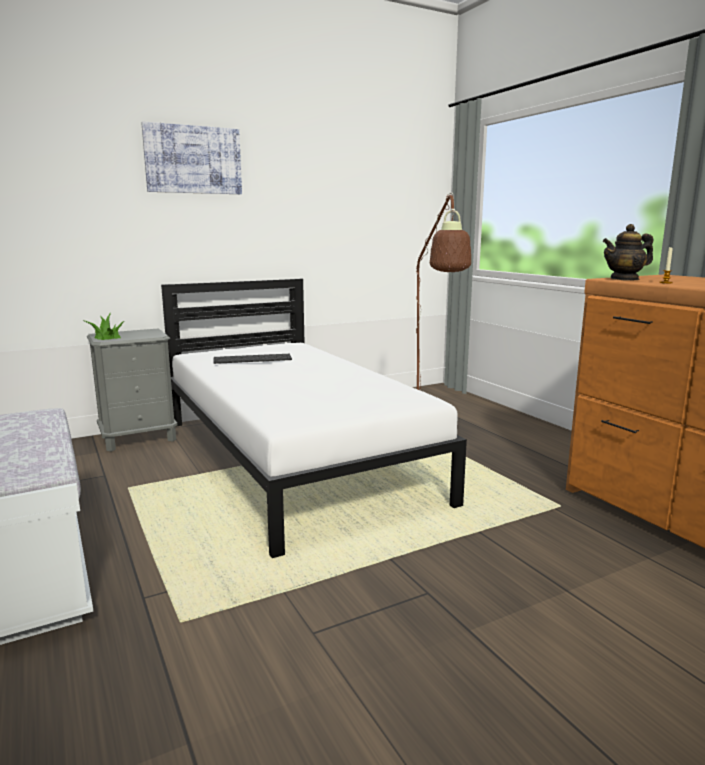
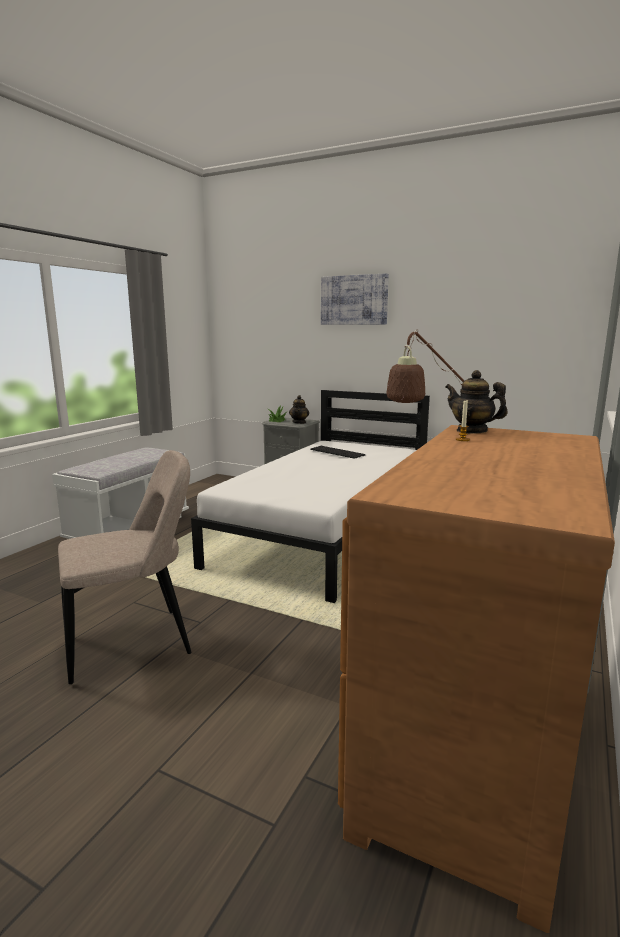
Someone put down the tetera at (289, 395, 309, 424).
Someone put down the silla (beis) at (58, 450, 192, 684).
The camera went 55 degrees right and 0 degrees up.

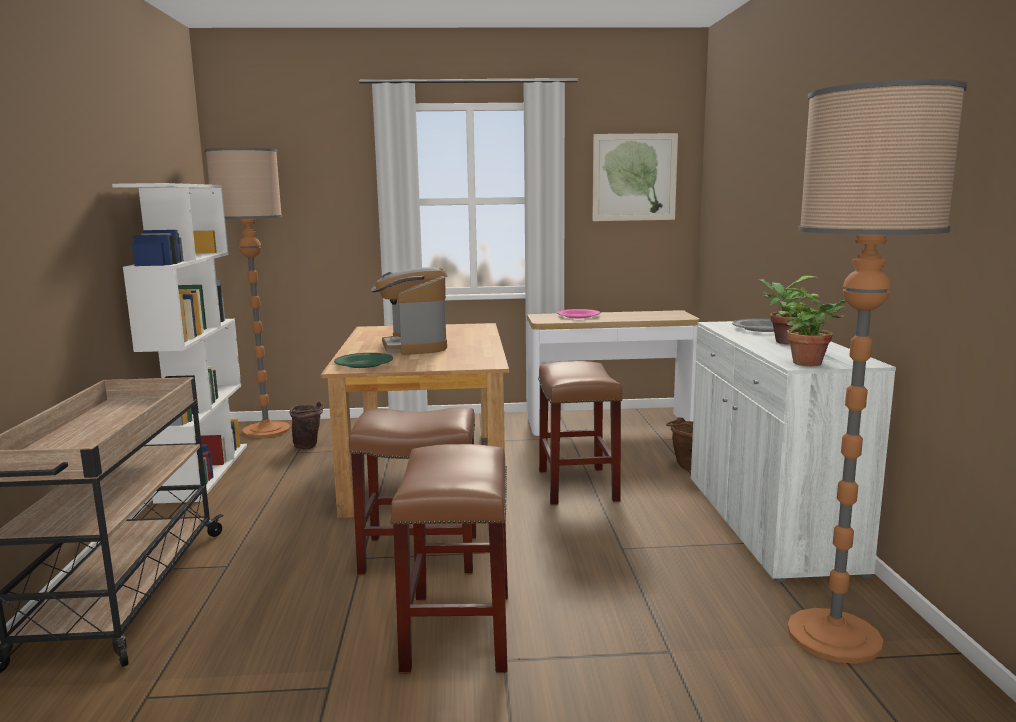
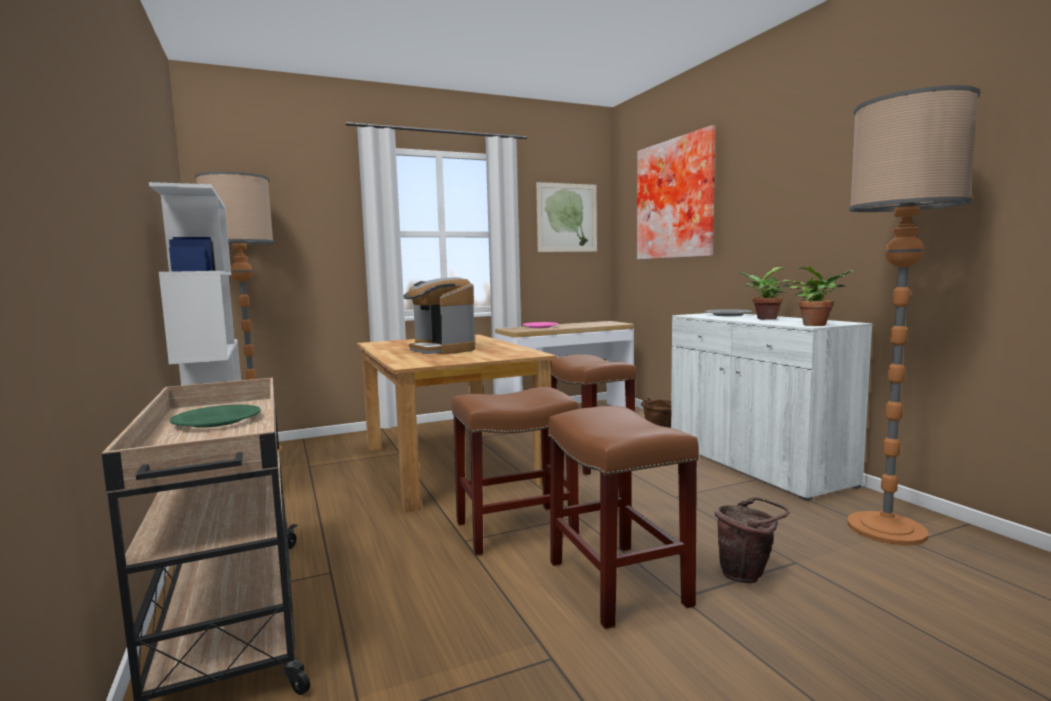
Someone carried the plato (verde) from (334, 353, 393, 368) to (170, 405, 261, 428).
Someone carried the cubo (marrón) from (289, 401, 324, 449) to (714, 497, 790, 583).
Someone put up the cuadro at (637, 125, 716, 260).
The camera went 20 degrees left and 5 degrees down.

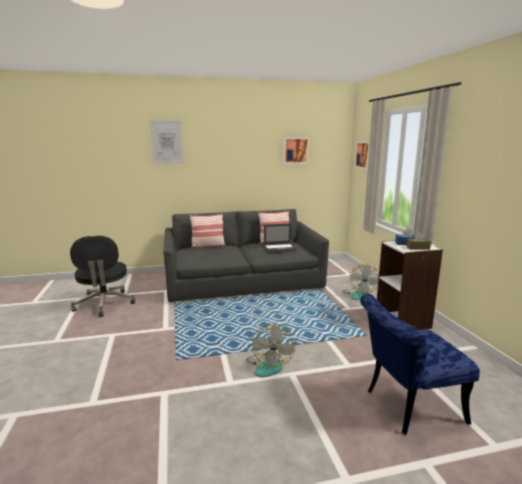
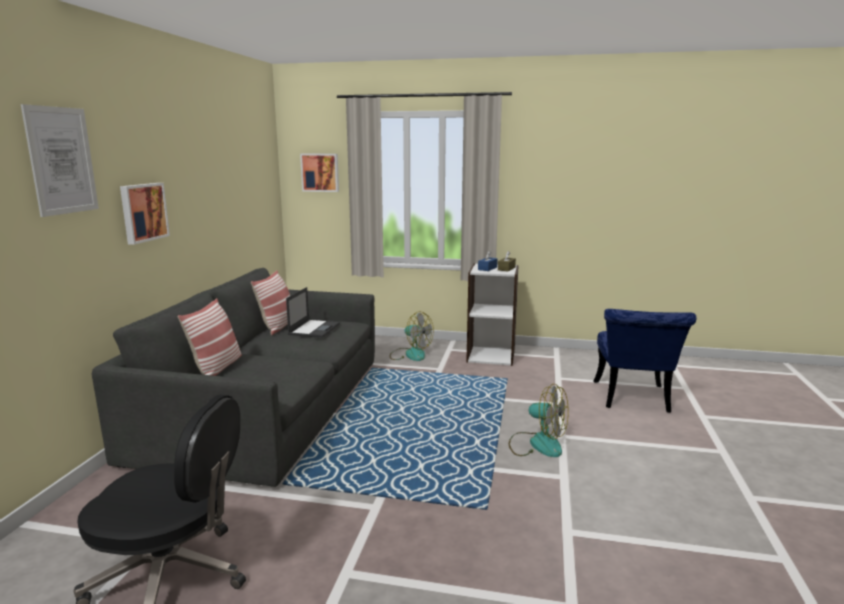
Someone carried the cuadro from (283, 138, 309, 164) to (120, 183, 170, 245).
The camera went 65 degrees left and 0 degrees up.

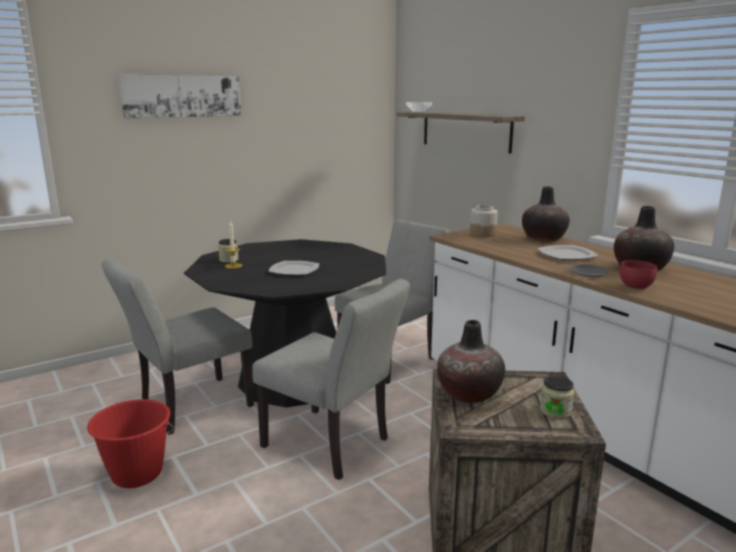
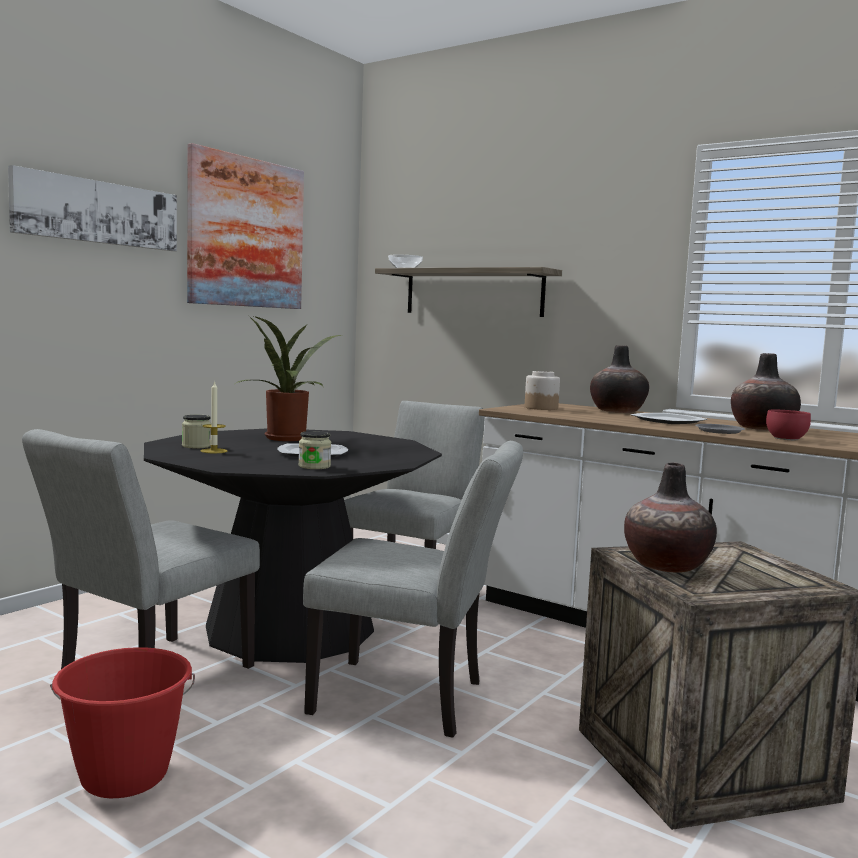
Someone carried the tarro from (540, 376, 574, 419) to (298, 431, 331, 469).
Someone put up the cuadro at (187, 143, 304, 309).
Someone put down the planta en maceta at (236, 316, 341, 441).
The camera went 20 degrees left and 10 degrees down.

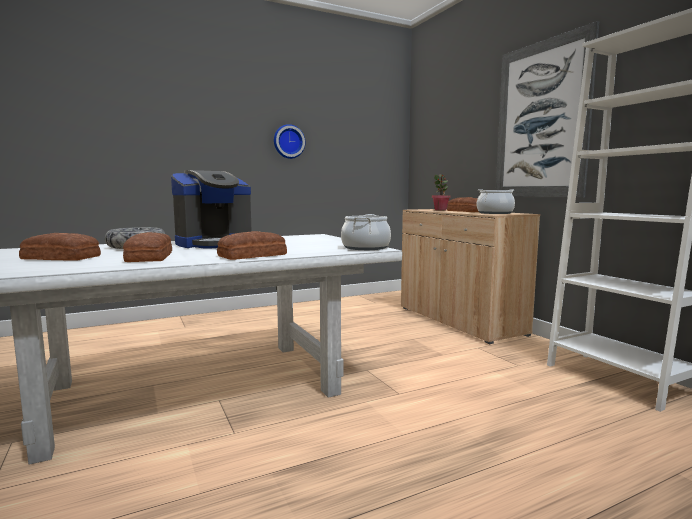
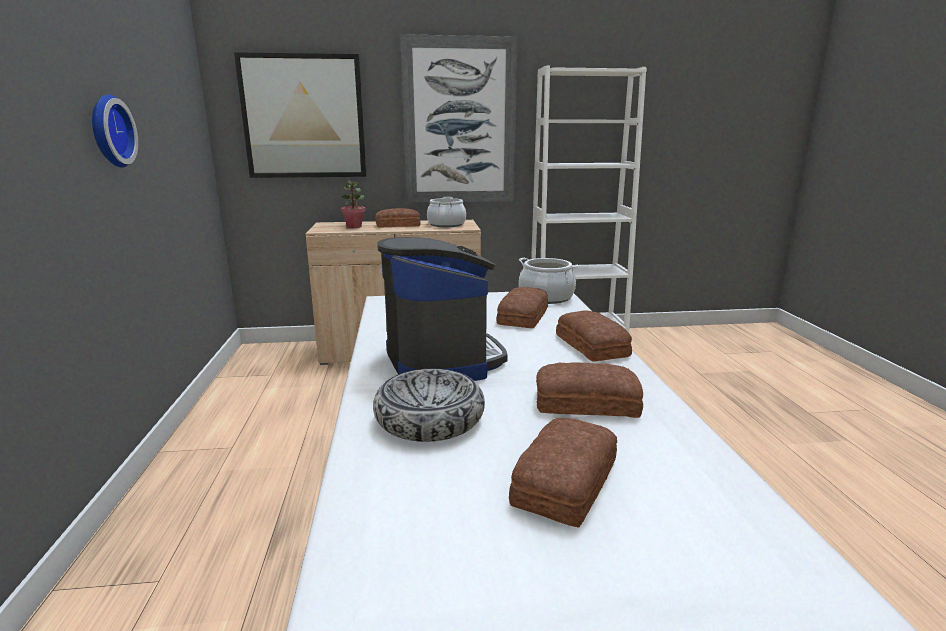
Someone put up the cuadro at (234, 52, 366, 178).
Someone put down the pan at (496, 287, 548, 328).
The camera went 70 degrees left and 10 degrees up.

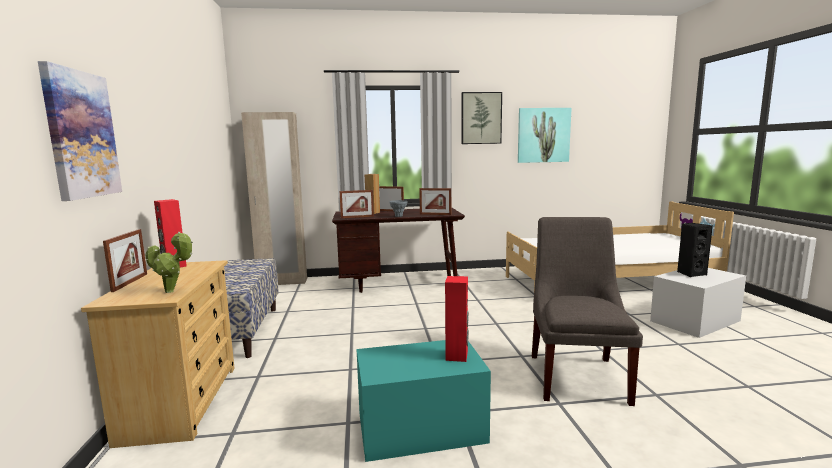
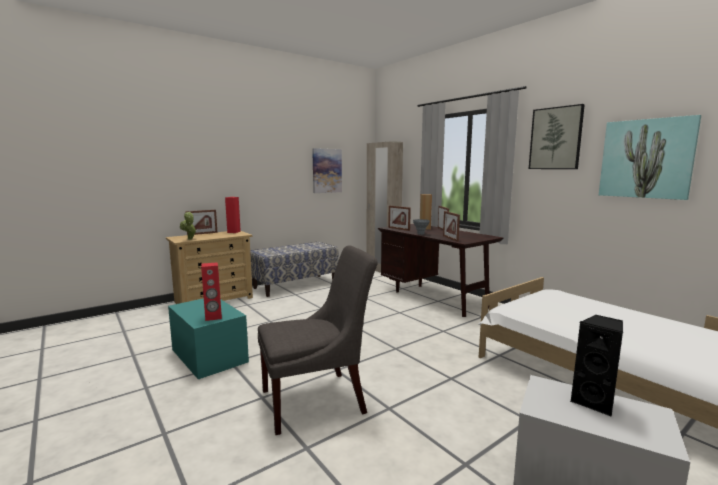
Someone carried the cuadro from (38, 61, 122, 201) to (312, 148, 342, 193).
The camera went 60 degrees right and 0 degrees up.

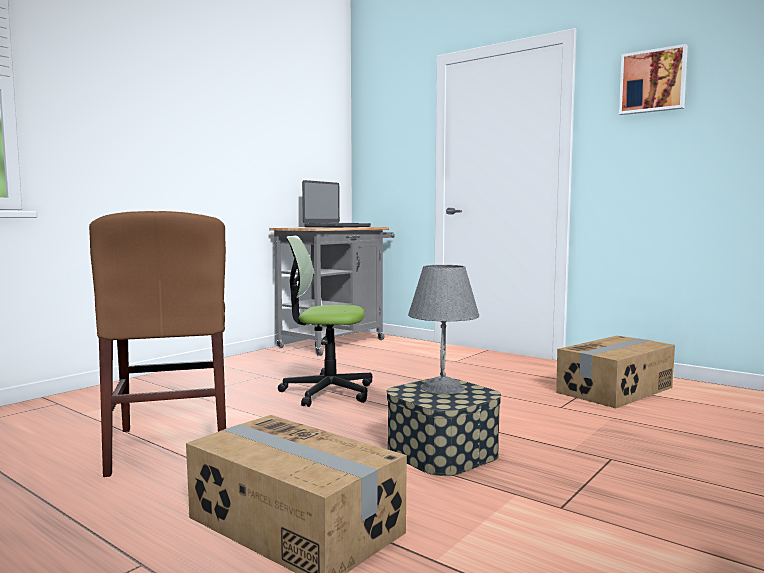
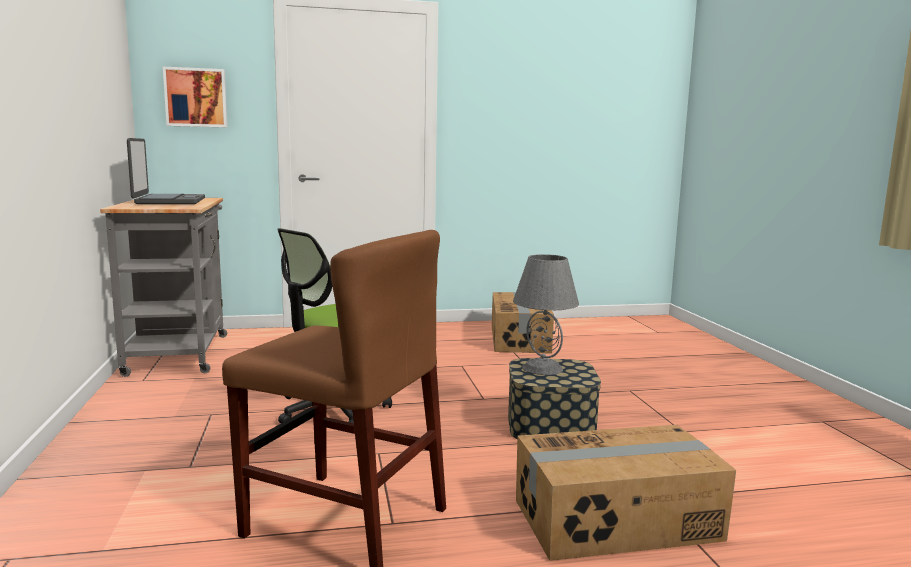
Someone carried the cuadro from (619, 44, 688, 115) to (163, 67, 228, 128).
The camera went 50 degrees left and 5 degrees up.

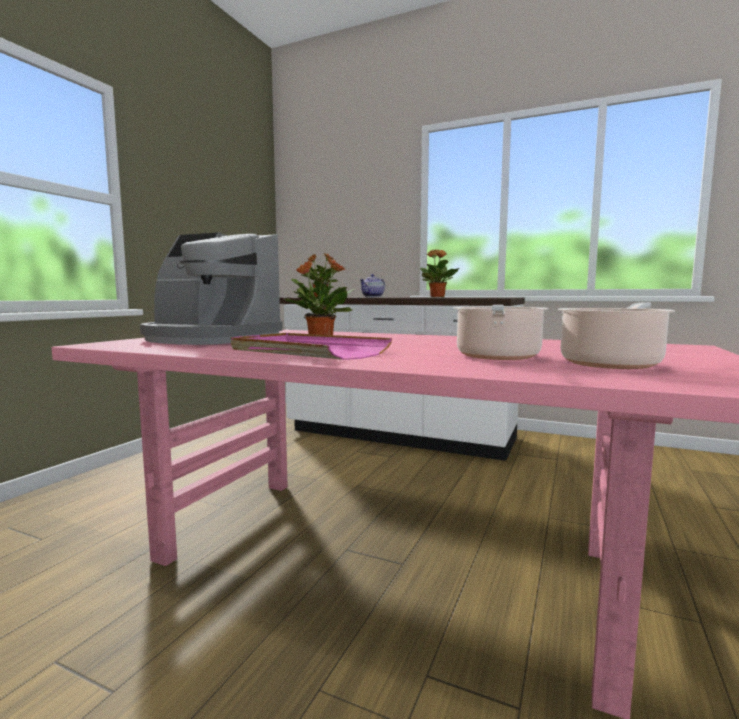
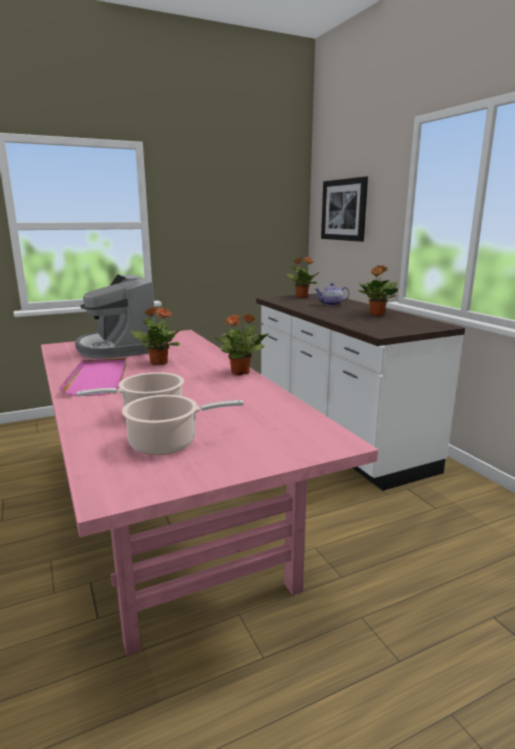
Someone put up the cuadro at (321, 177, 368, 242).
Someone put down the planta en maceta at (212, 314, 269, 376).
The camera went 40 degrees right and 10 degrees up.

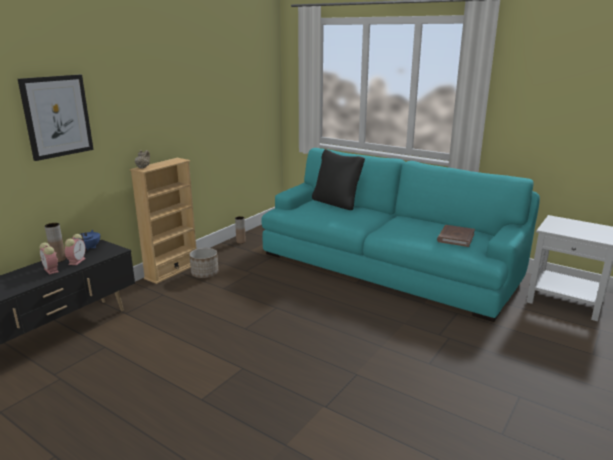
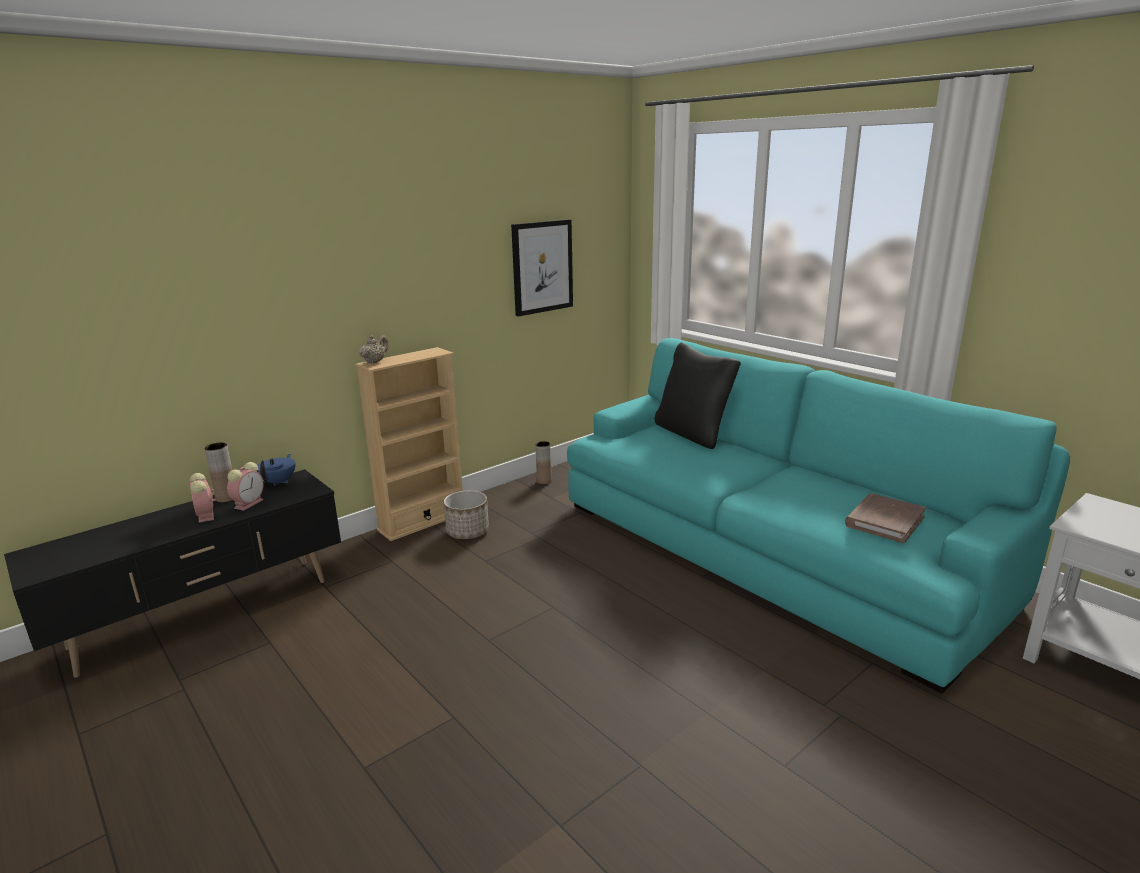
Someone carried the cuadro from (18, 75, 94, 161) to (511, 219, 573, 317).
The camera went 15 degrees right and 0 degrees up.

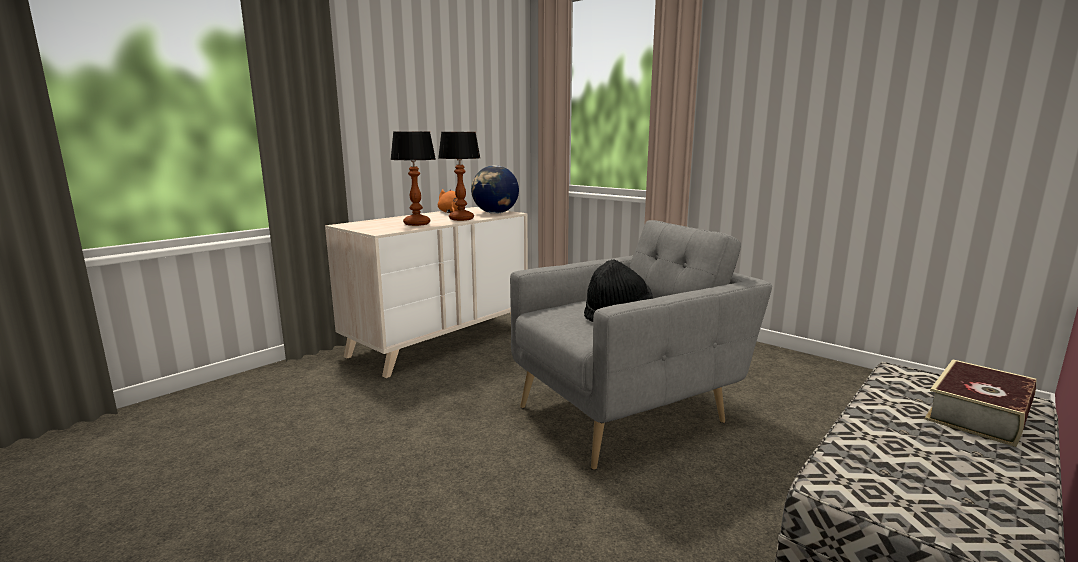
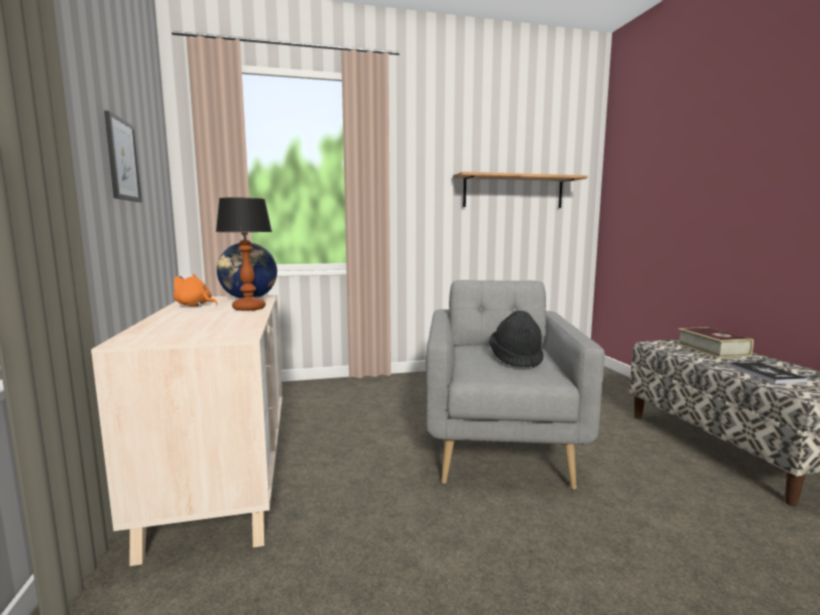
Someone took away the lámpara de mesa at (390, 131, 436, 226).
Someone put up the cuadro at (104, 111, 142, 202).
Someone put up the estante at (453, 172, 588, 208).
Someone put down the libro at (729, 362, 808, 384).
The camera went 55 degrees left and 5 degrees down.

